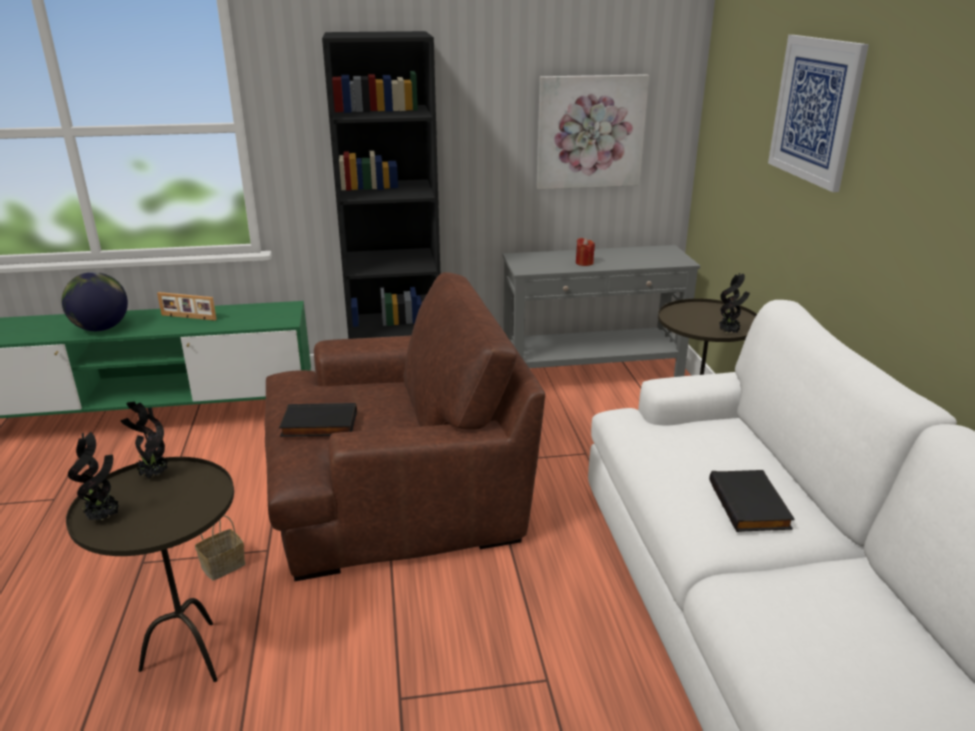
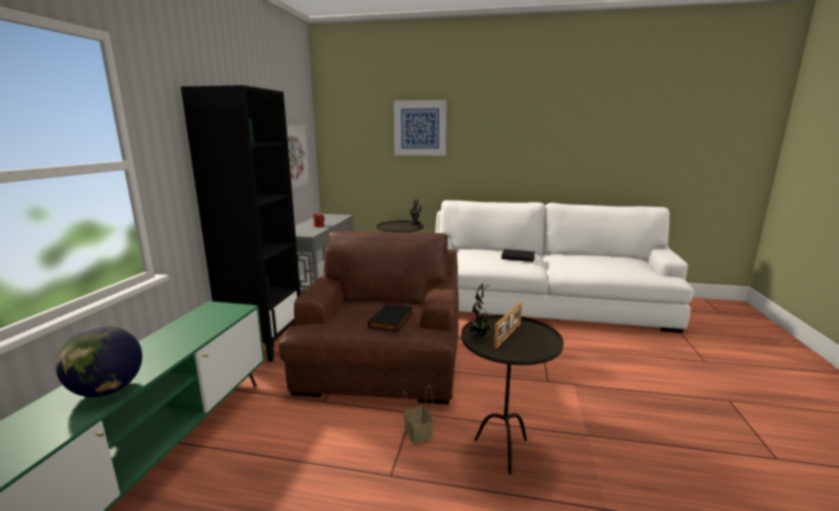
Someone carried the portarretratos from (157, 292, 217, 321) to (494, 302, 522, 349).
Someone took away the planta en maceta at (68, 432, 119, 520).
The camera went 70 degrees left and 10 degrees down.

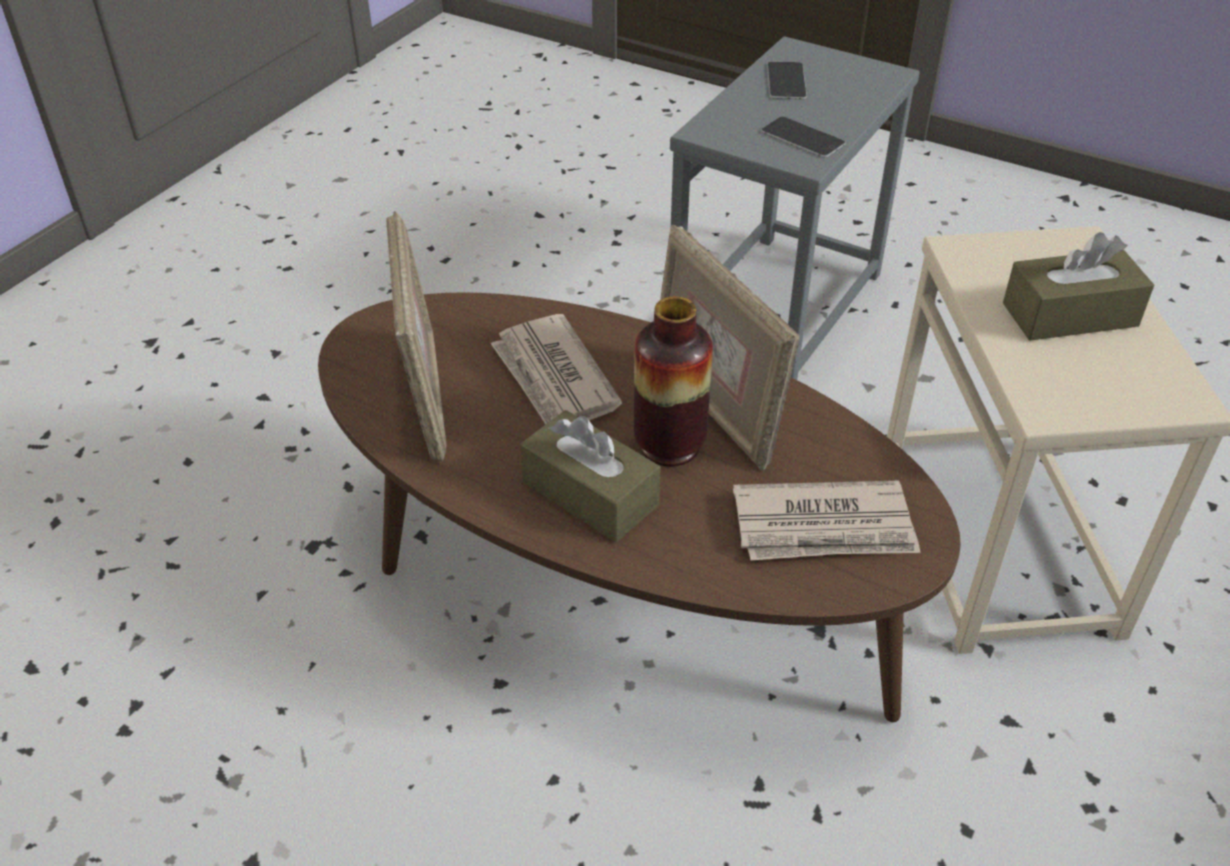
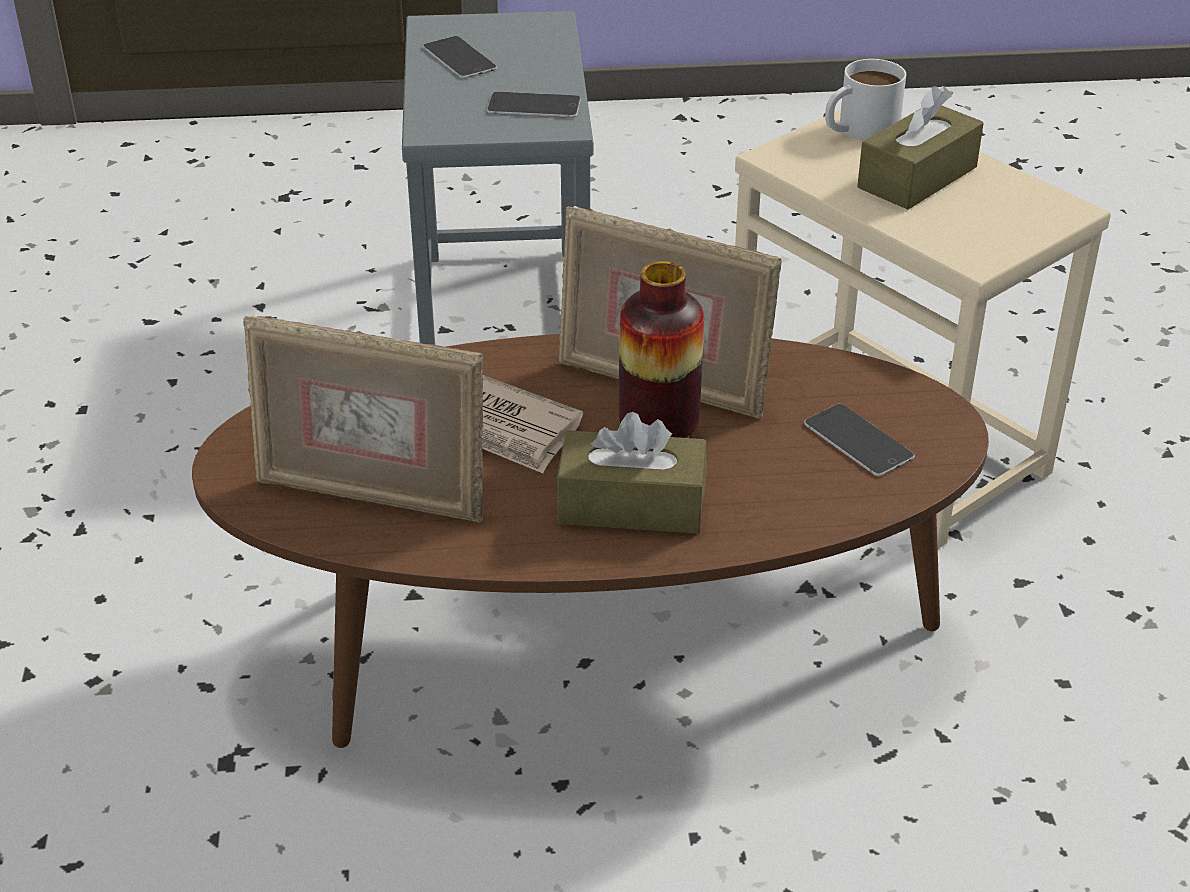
Someone rotated the portarretratos at (386, 211, 447, 462) by 150 degrees clockwise.
Someone swapped the periódico at (733, 481, 920, 561) for the móvil at (804, 404, 915, 476).
Someone put down the taza grande (blanco) at (825, 59, 906, 141).
The camera went 35 degrees left and 5 degrees down.

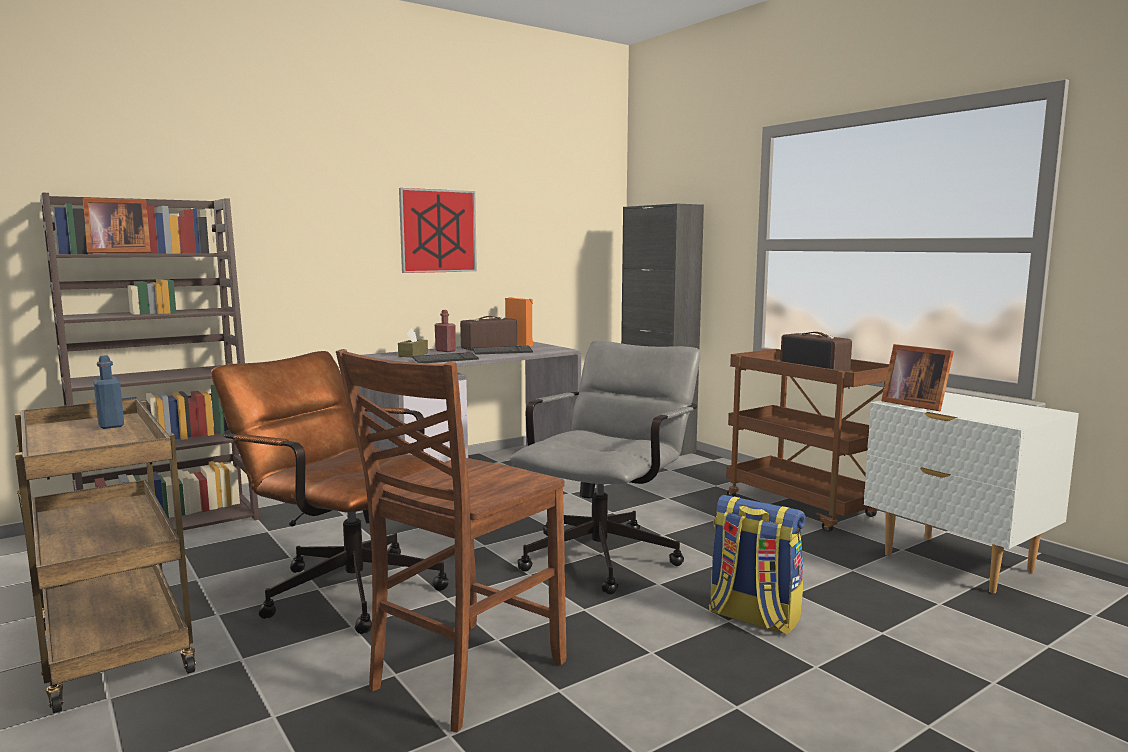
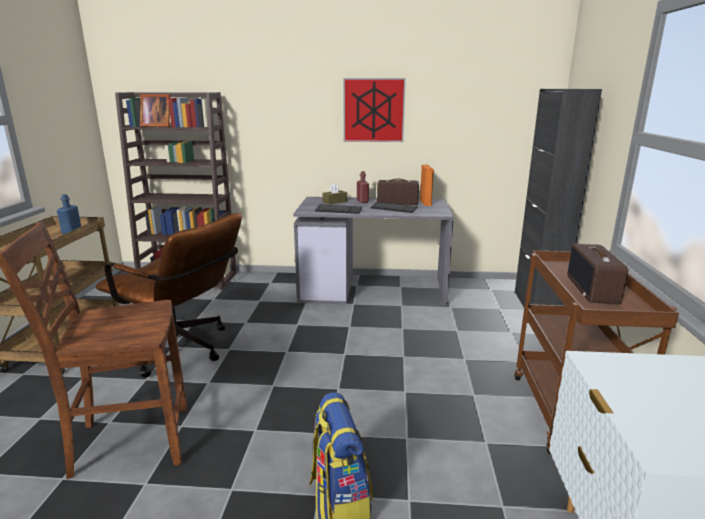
Someone took away the silla de oficina (gris) at (510, 340, 701, 595).
Someone took away the portarretratos at (881, 344, 954, 412).
Someone rotated the silla de oficina (marrón) at (211, 351, 449, 634) by 135 degrees clockwise.
The camera went 40 degrees right and 10 degrees up.

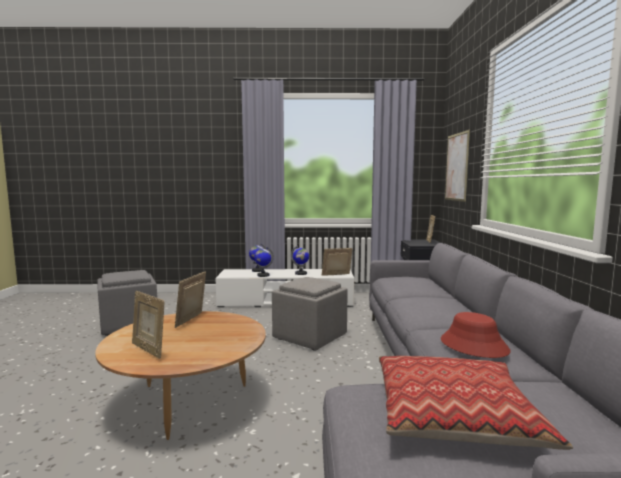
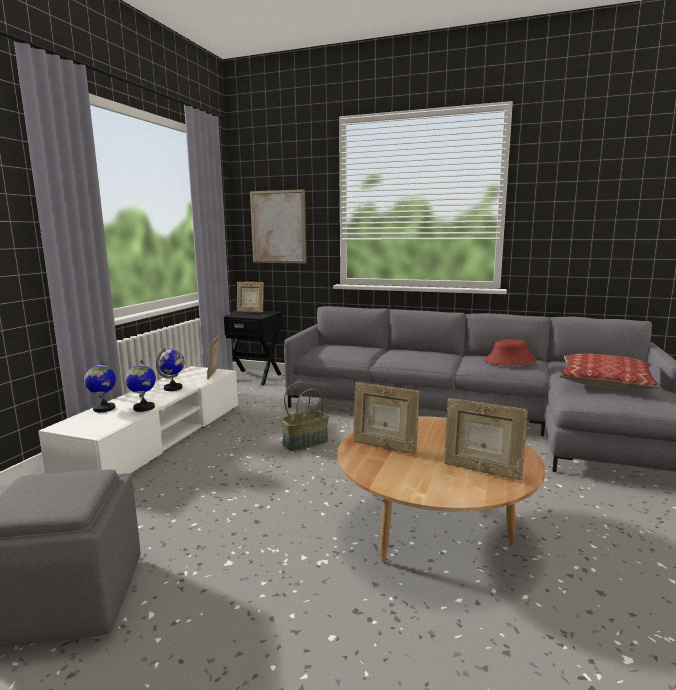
Someone swapped the puf (gris) at (272, 277, 348, 350) for the cesta at (281, 382, 329, 451).
Someone rotated the portarretratos at (132, 291, 165, 359) by 60 degrees clockwise.
The camera went 70 degrees left and 5 degrees up.

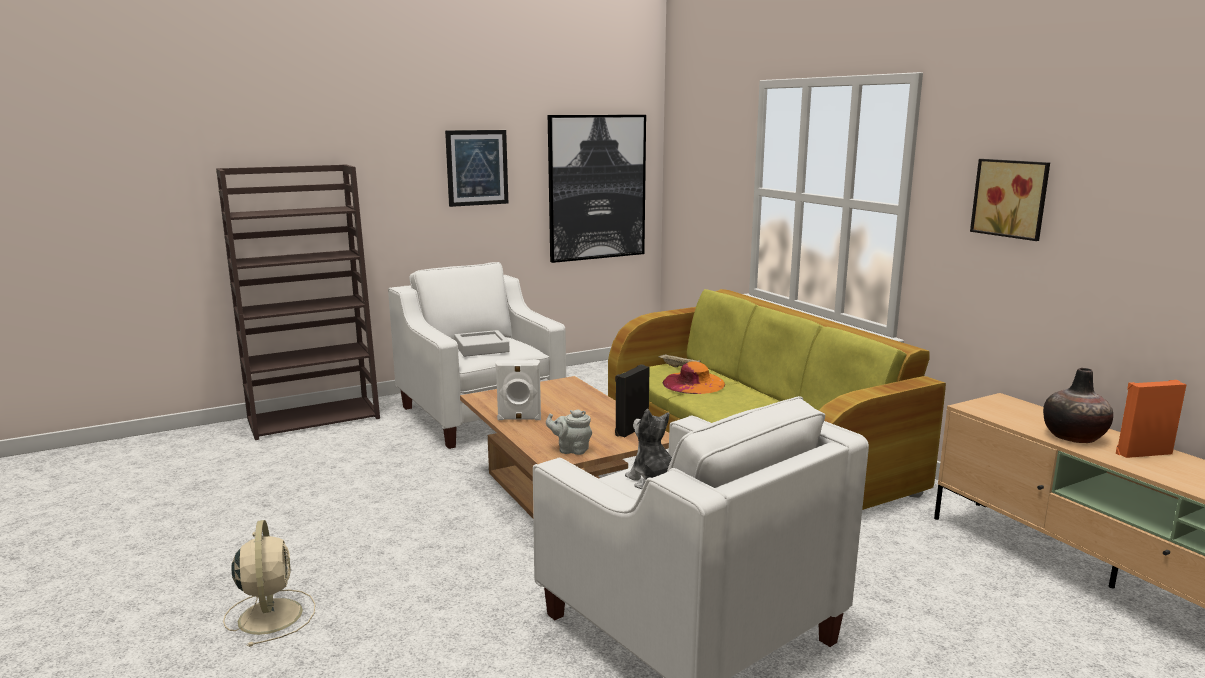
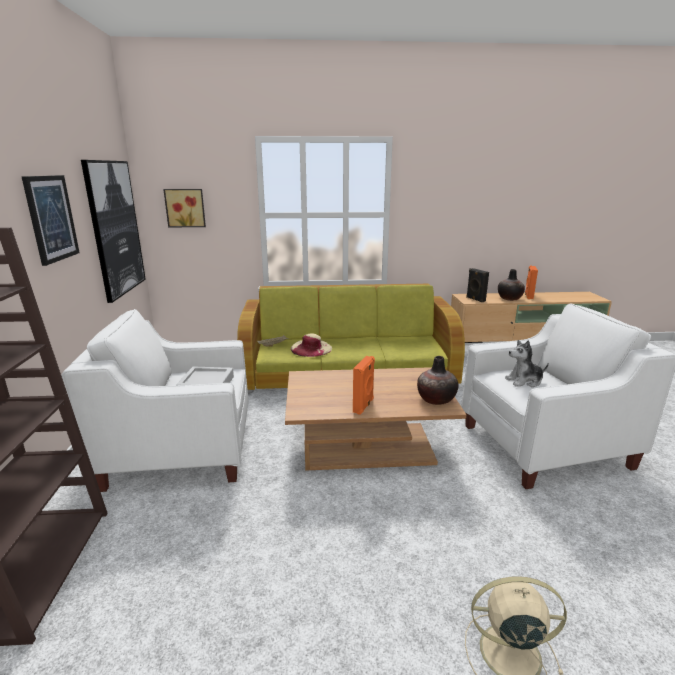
Someone carried the cuadro from (970, 159, 1050, 241) to (163, 189, 206, 227).
Someone repainted the altavoz (blanco) at (495, 360, 541, 420), which became the altavoz (naranja) at (353, 356, 375, 415).
Someone repainted the sombrero (naranja) at (662, 361, 725, 394), which became the sombrero (beis) at (291, 333, 332, 357).
Someone carried the altavoz (negro) from (615, 364, 650, 437) to (466, 268, 489, 302).
Someone swapped the tetera (gris) at (546, 409, 592, 455) for the florero at (417, 356, 458, 405).
The camera went 65 degrees left and 5 degrees up.

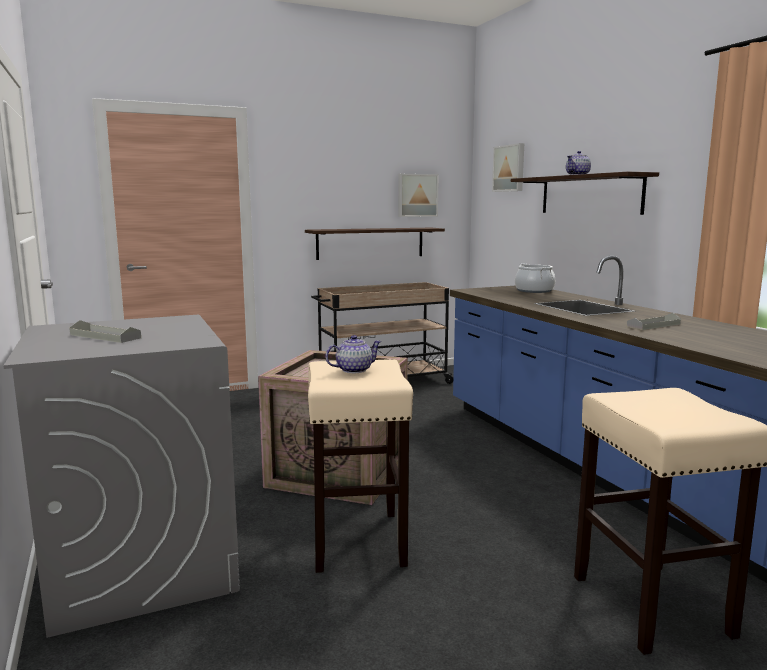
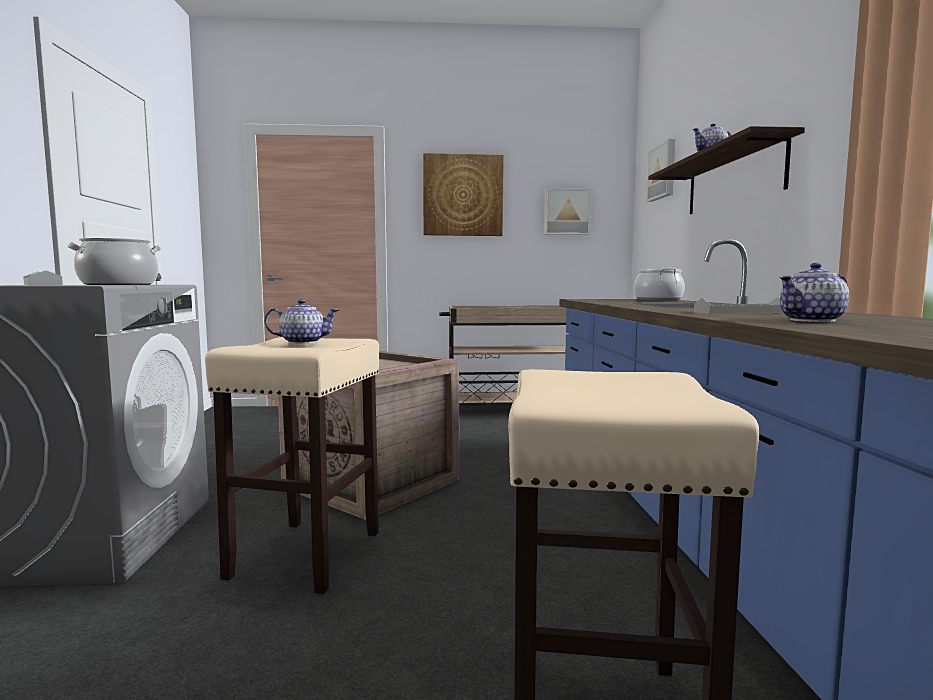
Someone took away the estante at (305, 228, 445, 260).
Someone put up the cuadro at (423, 153, 504, 236).
Someone put down the olla at (67, 238, 162, 285).
Someone put down the tetera at (779, 263, 849, 322).
The camera went 20 degrees right and 5 degrees down.

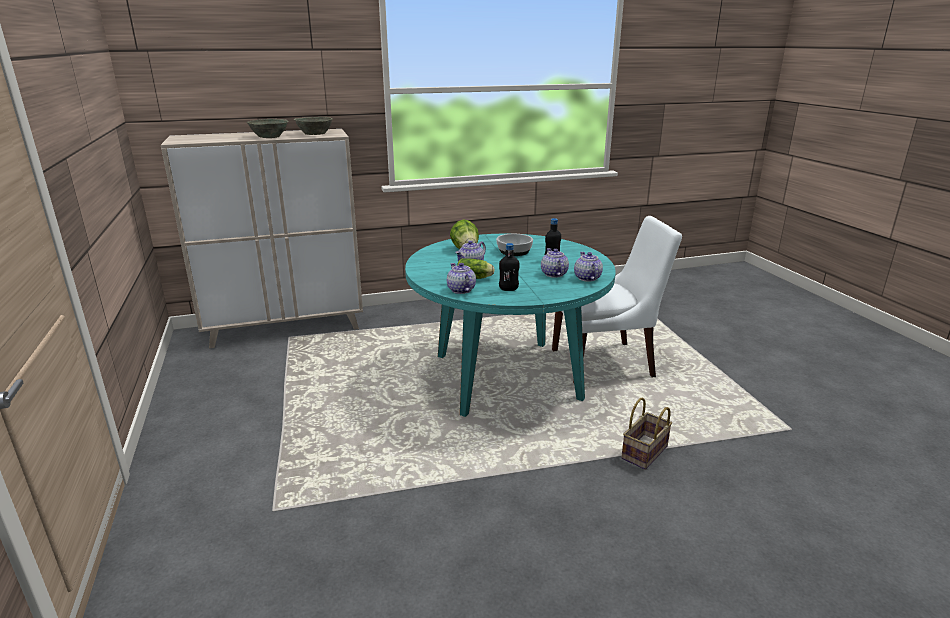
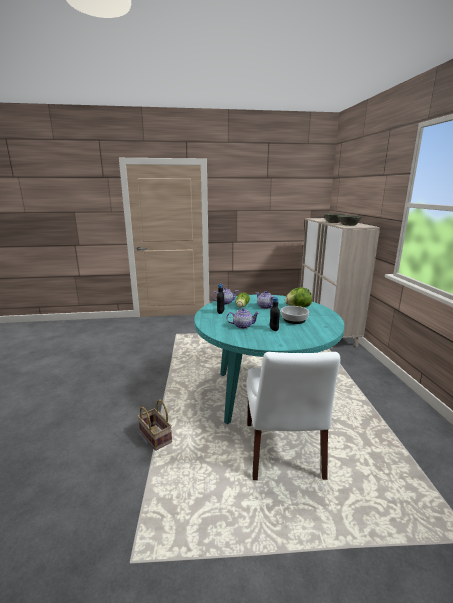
Someone took away the tetera at (574, 252, 603, 282).
The camera went 100 degrees right and 5 degrees down.

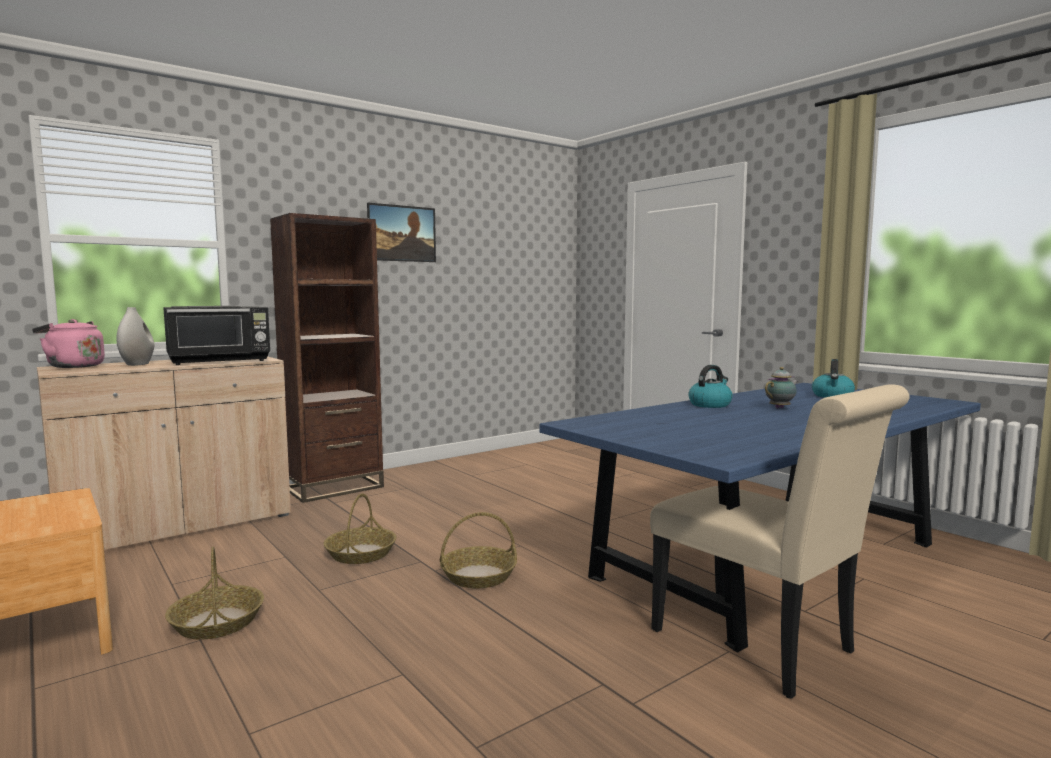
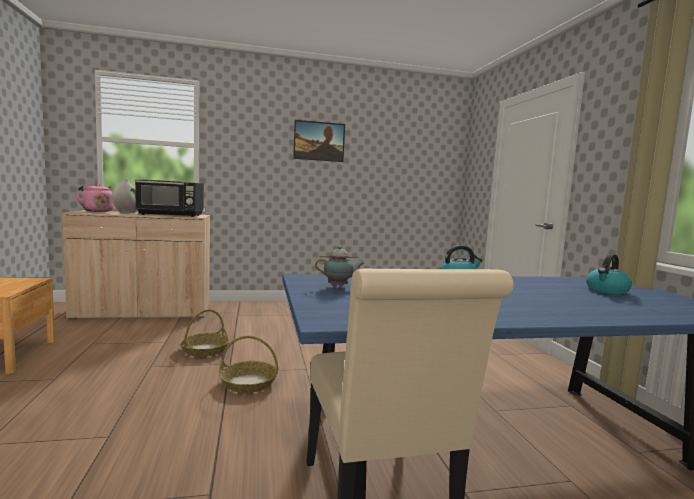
Someone took away the estantería (marrón) at (270, 213, 384, 503).
Someone carried the tetera from (765, 367, 798, 409) to (315, 246, 365, 287).
Someone took away the cesta at (165, 547, 264, 640).
The camera went 25 degrees right and 0 degrees up.

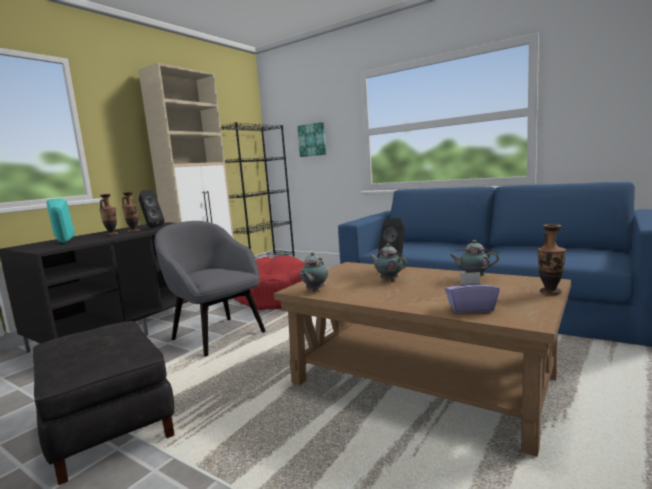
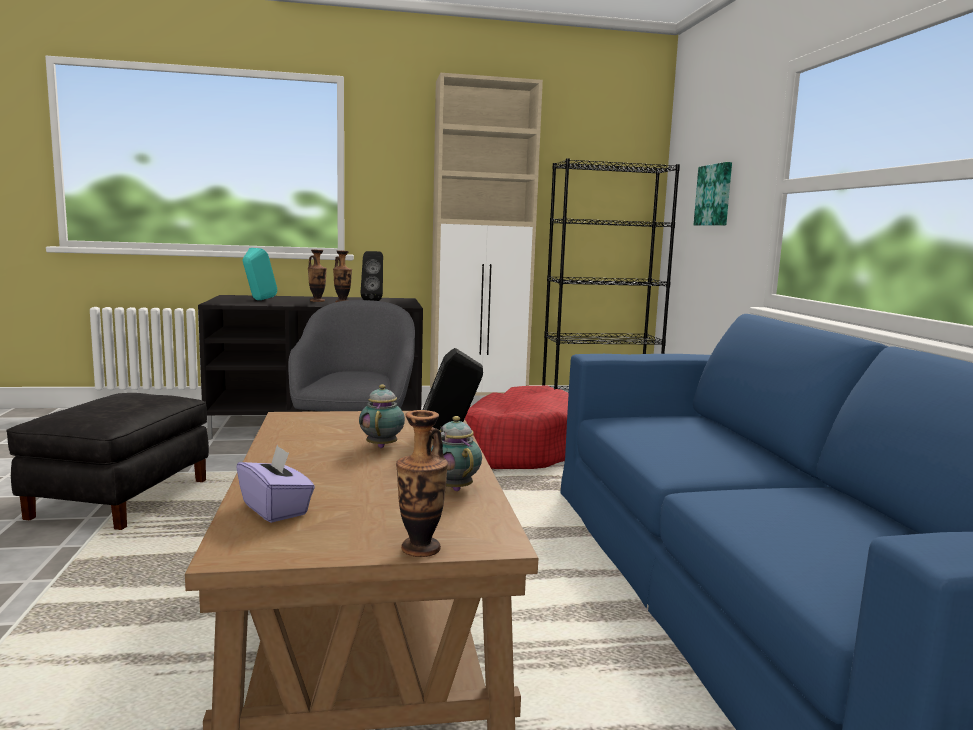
Someone took away the tetera at (300, 252, 328, 291).
The camera went 45 degrees right and 0 degrees up.

